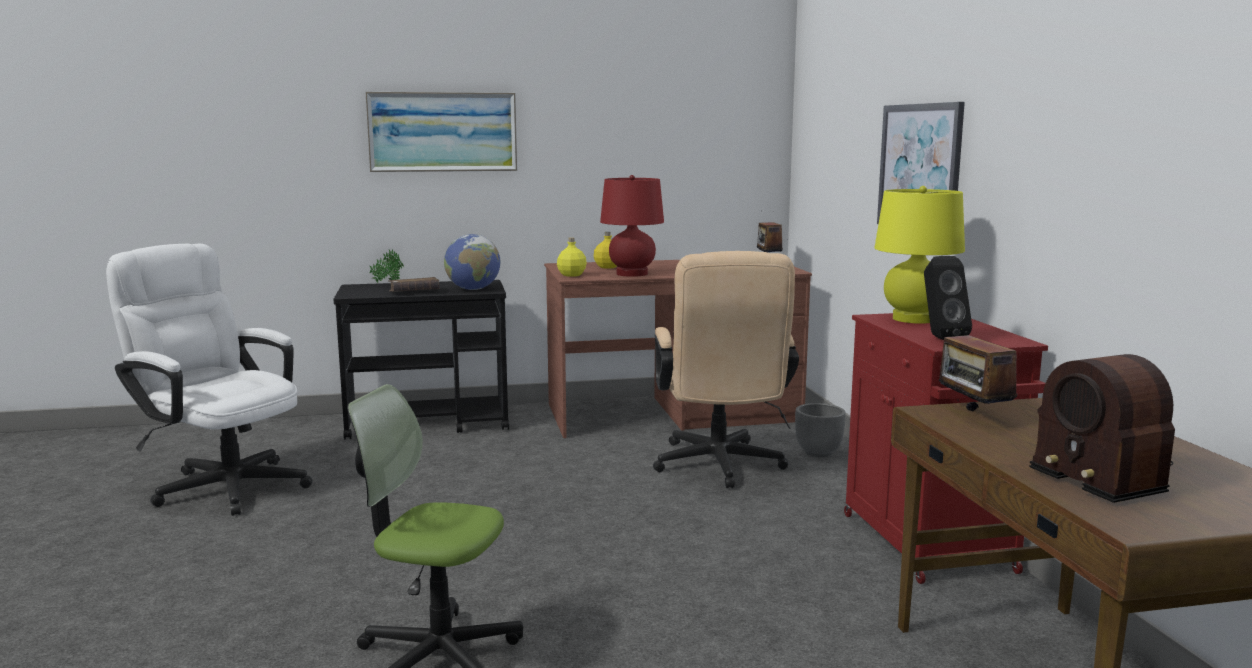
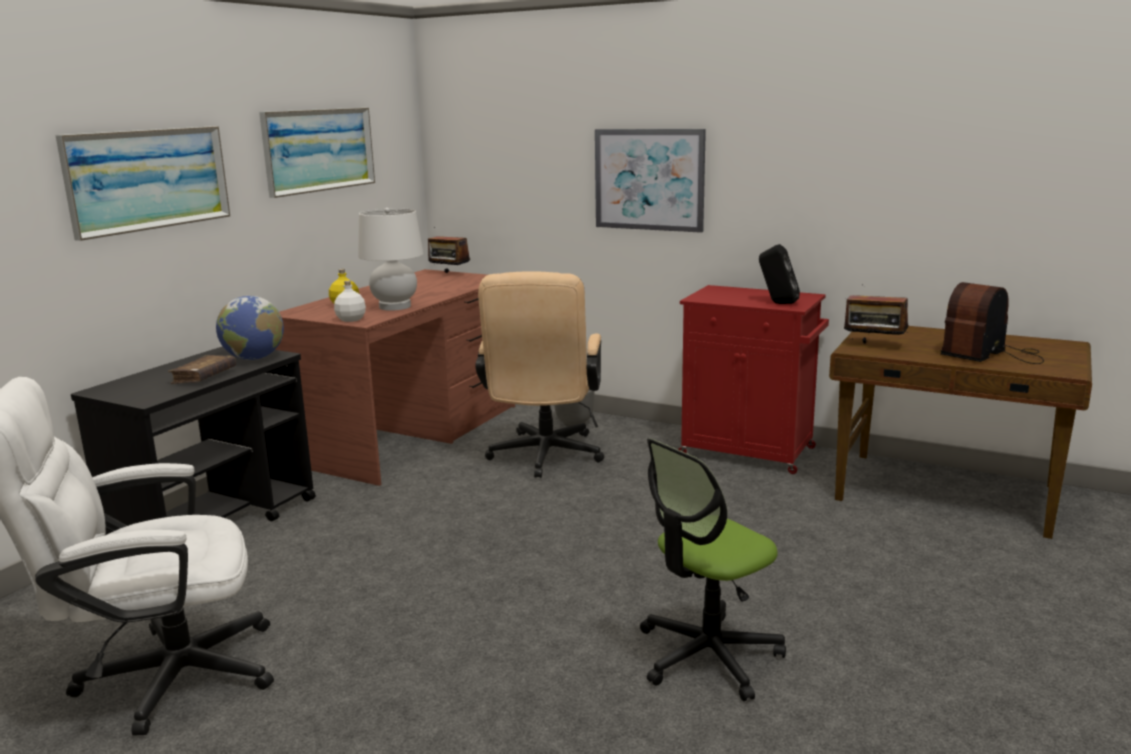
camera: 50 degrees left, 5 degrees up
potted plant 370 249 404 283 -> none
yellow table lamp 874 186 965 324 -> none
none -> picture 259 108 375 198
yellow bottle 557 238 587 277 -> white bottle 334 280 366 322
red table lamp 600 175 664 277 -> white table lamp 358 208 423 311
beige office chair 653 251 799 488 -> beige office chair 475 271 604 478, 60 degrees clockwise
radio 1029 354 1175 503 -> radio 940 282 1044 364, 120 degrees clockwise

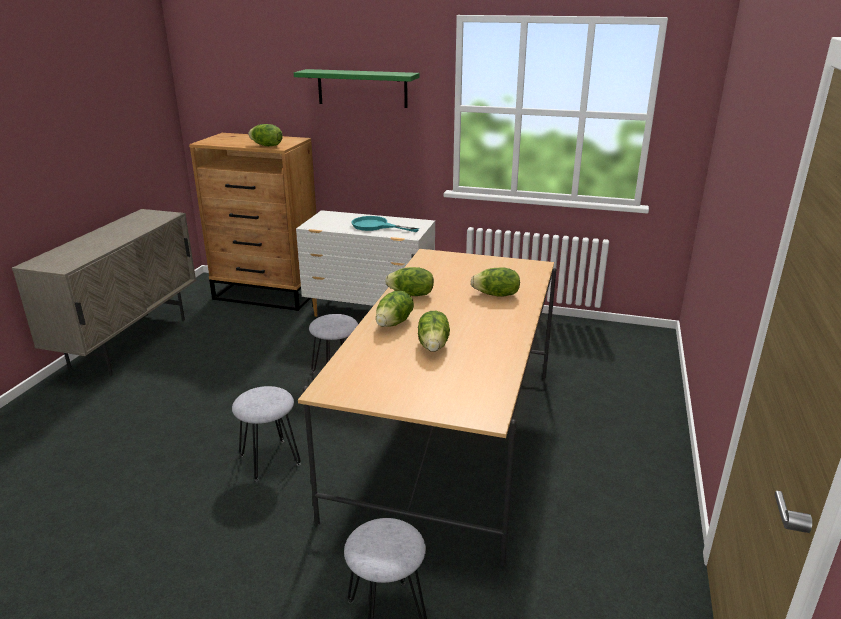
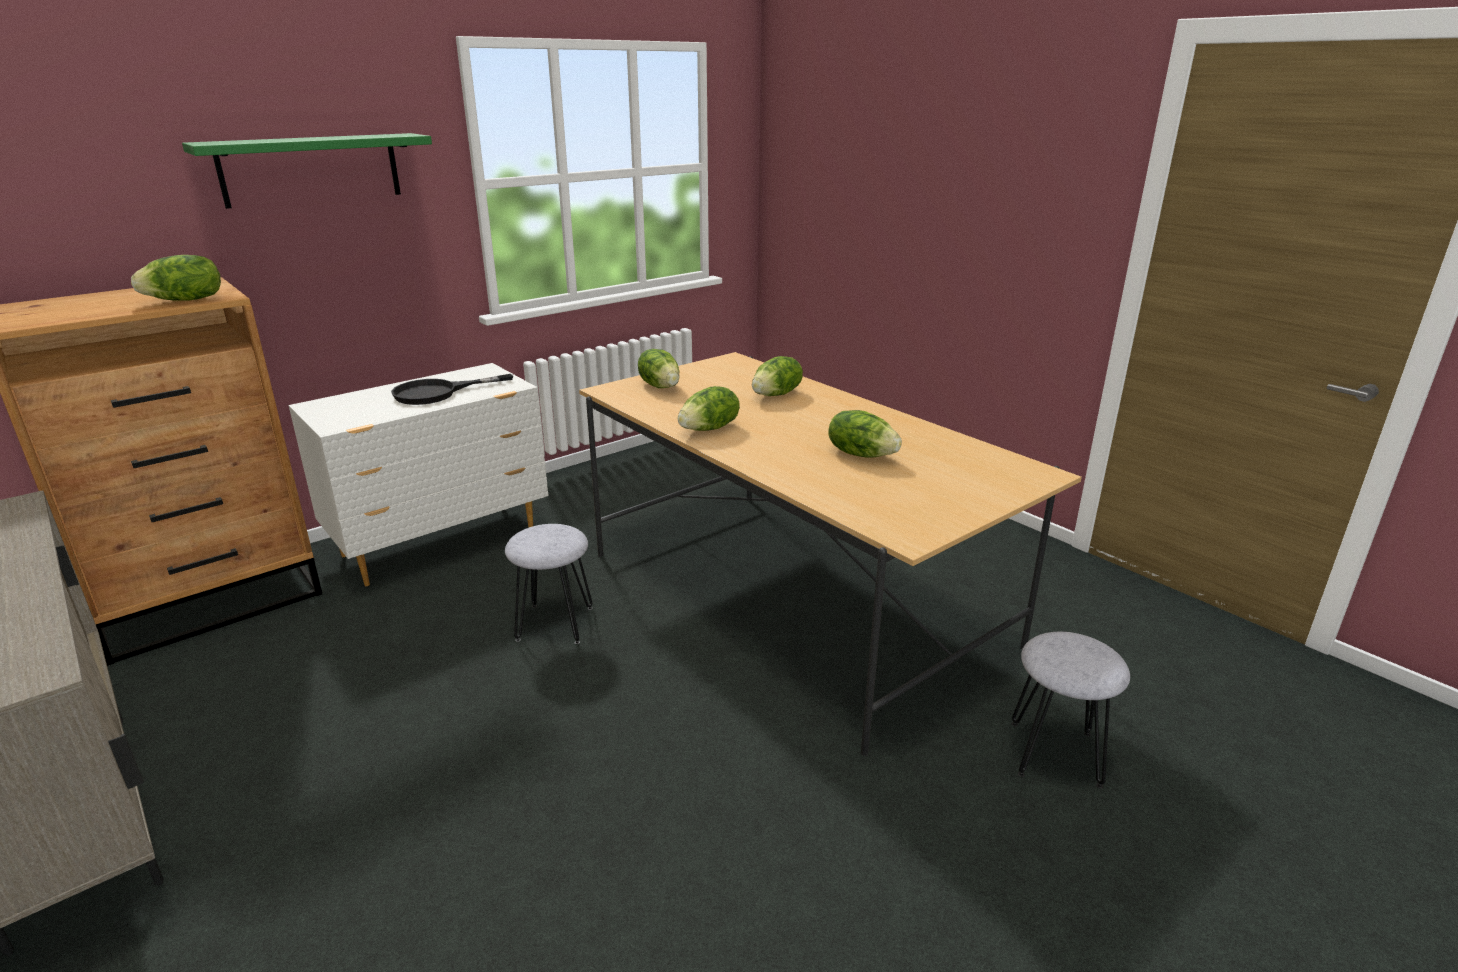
camera: 55 degrees left, 0 degrees up
grey stool 232 386 301 481 -> none
lettuce 376 291 414 327 -> lettuce 638 349 679 388, move
turquoise frying pan 351 216 419 232 -> black frying pan 391 374 513 405

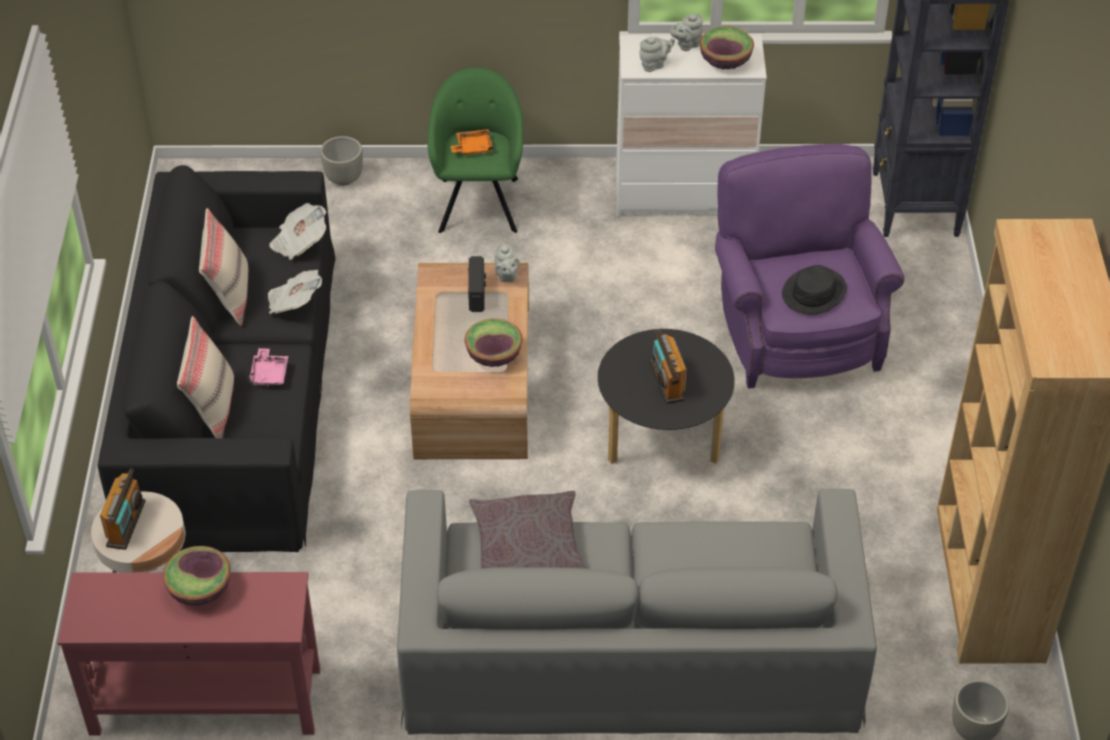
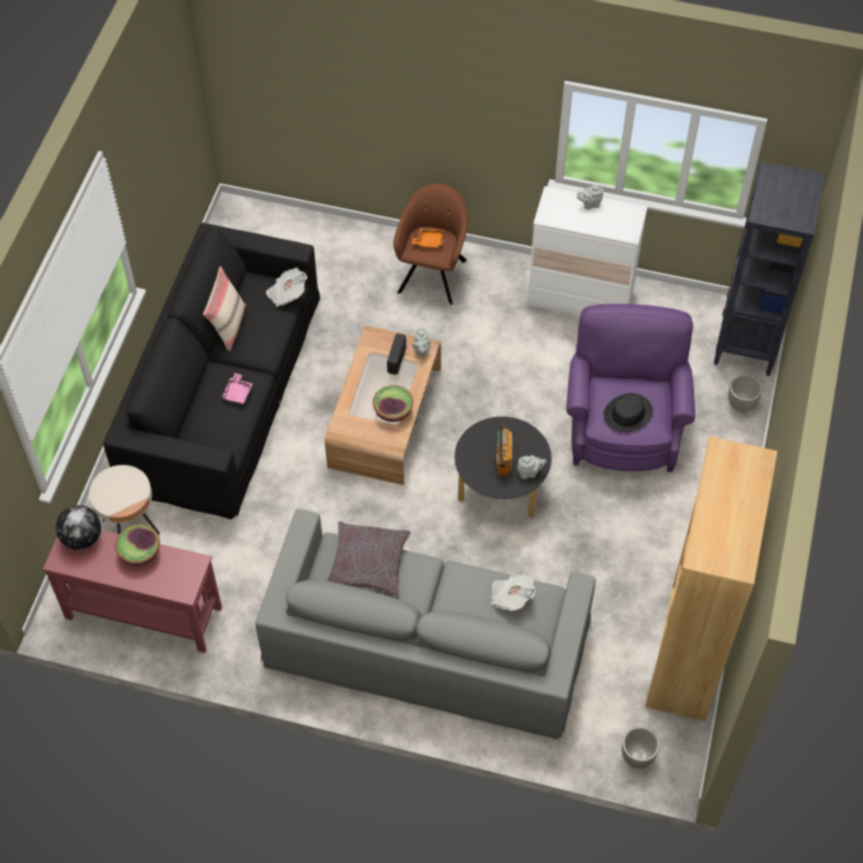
camera: 15 degrees right, 10 degrees up
radio 100 469 145 550 -> none
beige pillow 177 316 234 438 -> none
bowl 700 26 754 70 -> none
none -> globe 56 505 101 550
newspaper 268 270 322 314 -> newspaper 491 574 536 611, move
grey planter 320 136 363 186 -> grey planter 728 374 762 412, move
grey teapot 640 37 675 72 -> grey teapot 517 455 547 479, move
green armchair 428 68 523 233 -> brown armchair 393 184 469 305

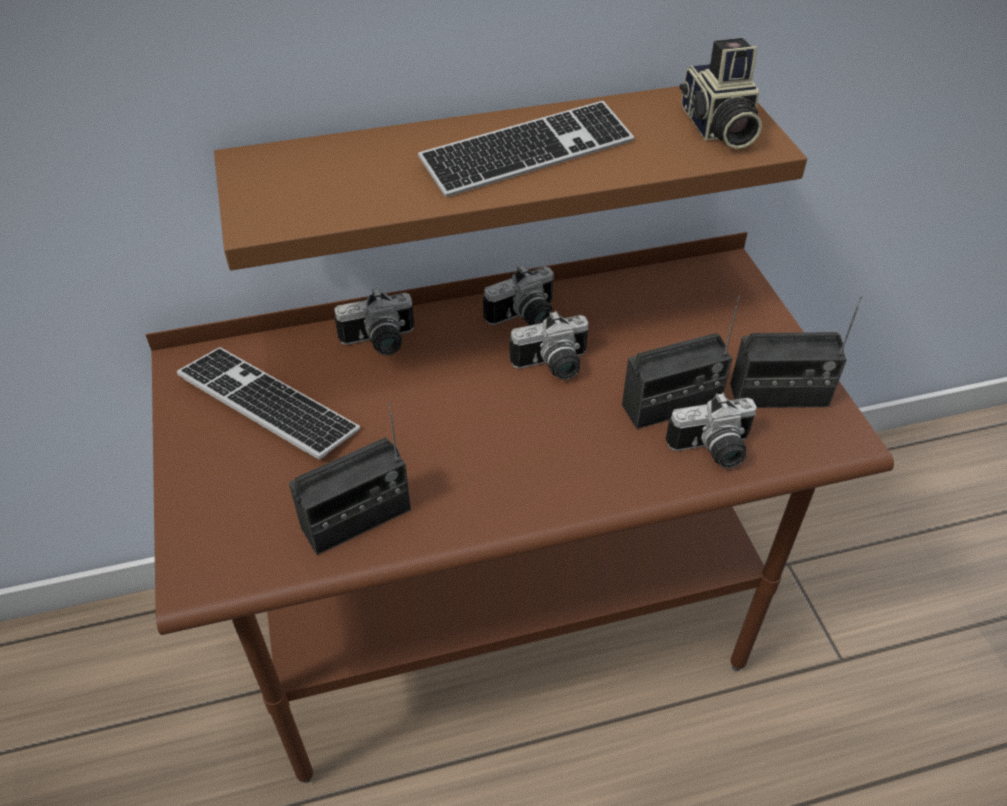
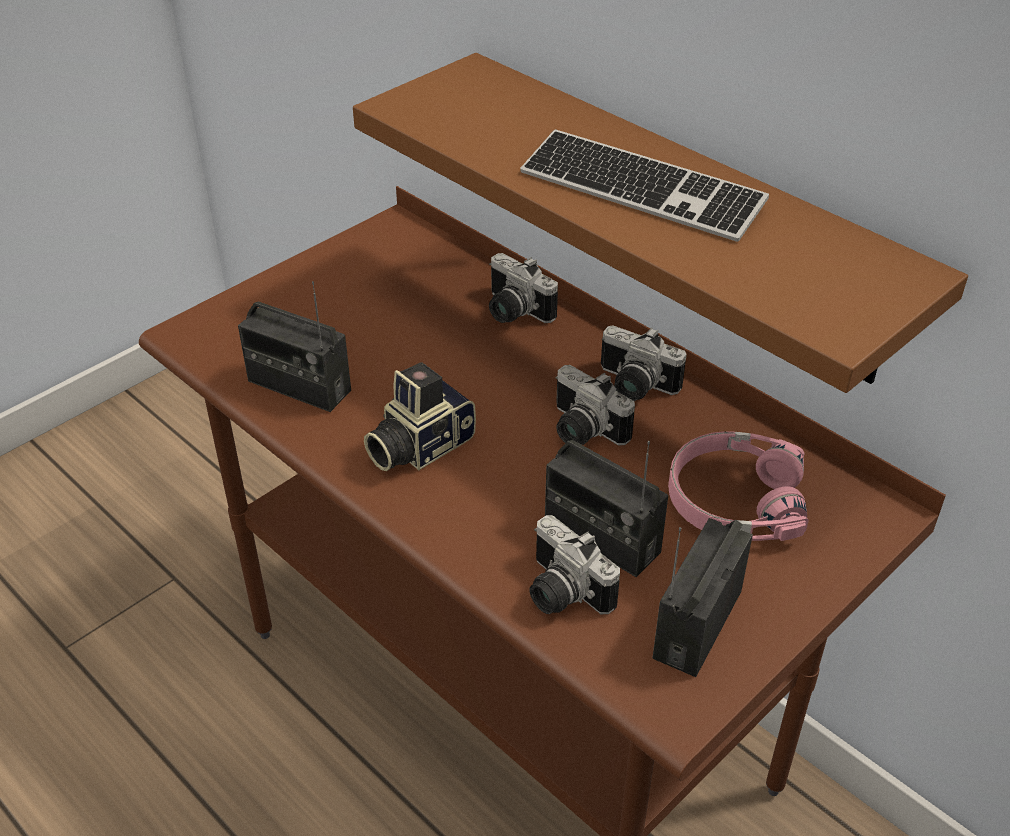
camera: 60 degrees right, 5 degrees down
keyboard 177 347 360 460 -> none
none -> pink headphones 668 431 809 541
photo camera 679 38 762 149 -> photo camera 364 362 476 471, move
radio 730 296 862 408 -> radio 652 518 753 677, 60 degrees clockwise

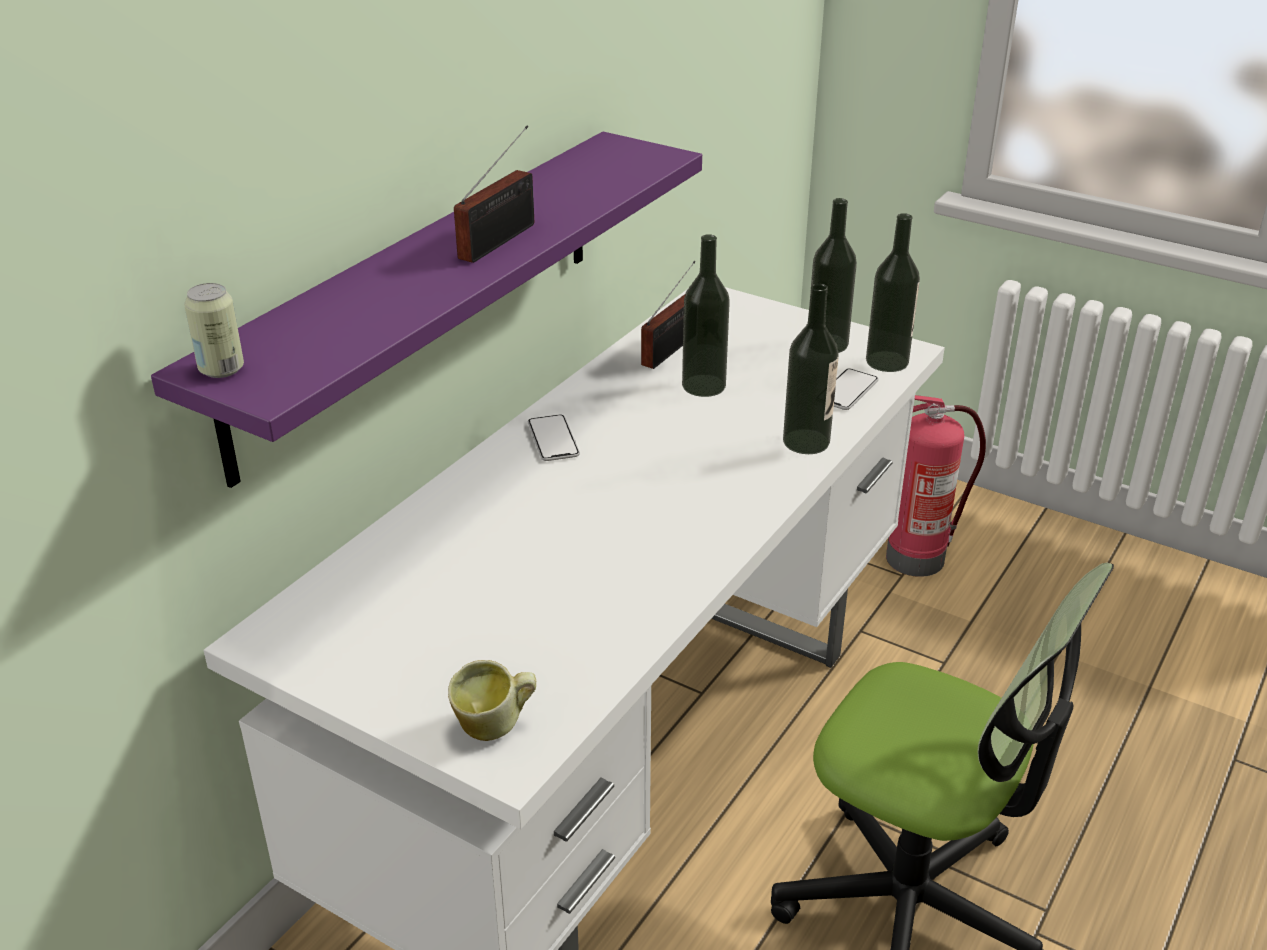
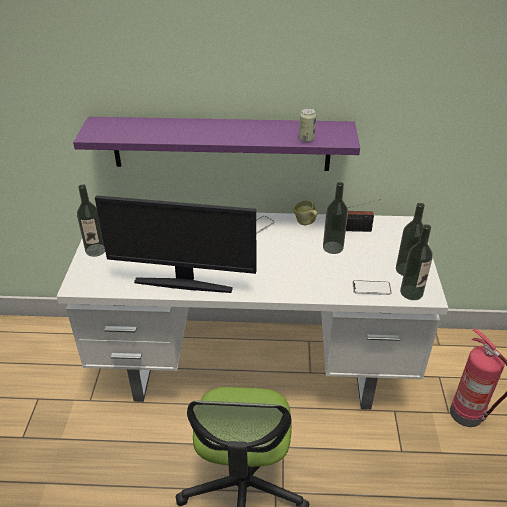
camera: 60 degrees right, 5 degrees up
radio 454 126 534 263 -> none
none -> monitor 95 195 256 293
can 184 283 244 378 -> can 299 108 316 142, move
mug 448 660 536 741 -> mug 294 200 318 225, move
bottle 783 283 839 454 -> bottle 77 184 105 257, move

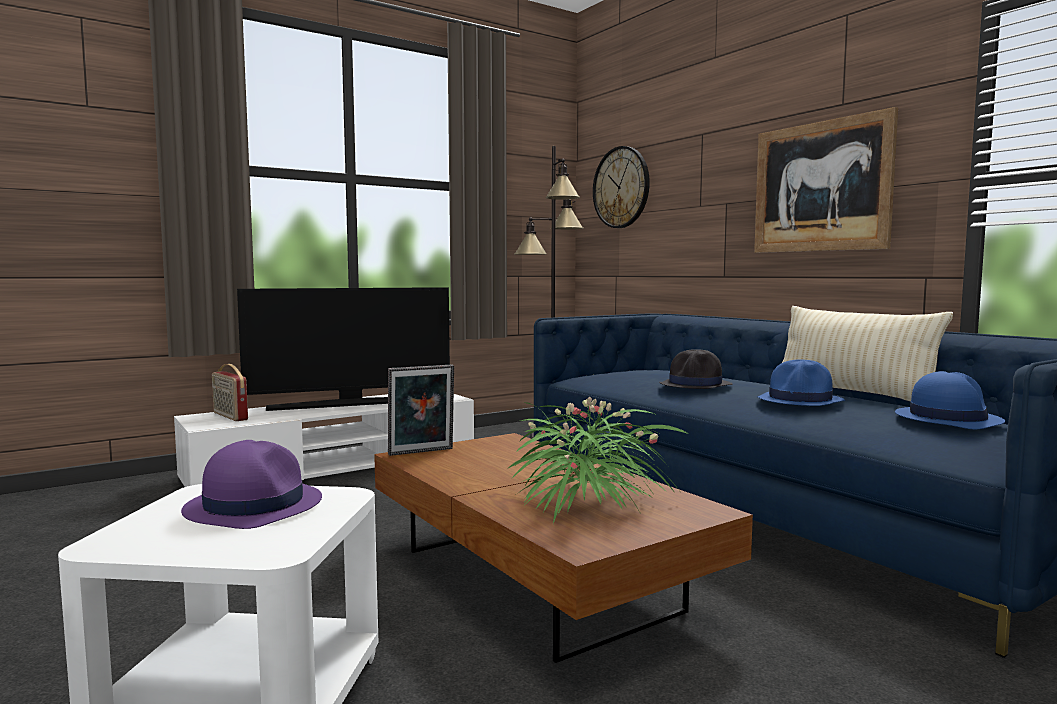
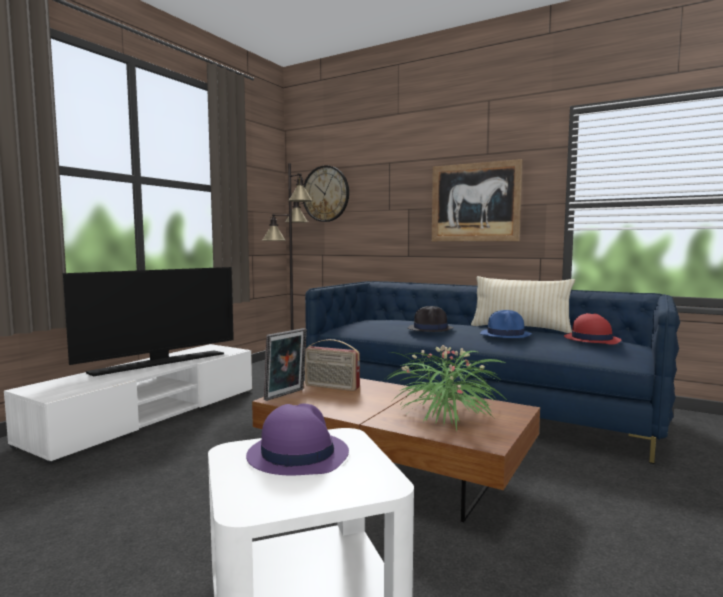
camera: 25 degrees left, 0 degrees up
radio 212 364 248 421 -> radio 305 339 360 391, move
blue hat 895 371 1005 429 -> red hat 564 313 622 345

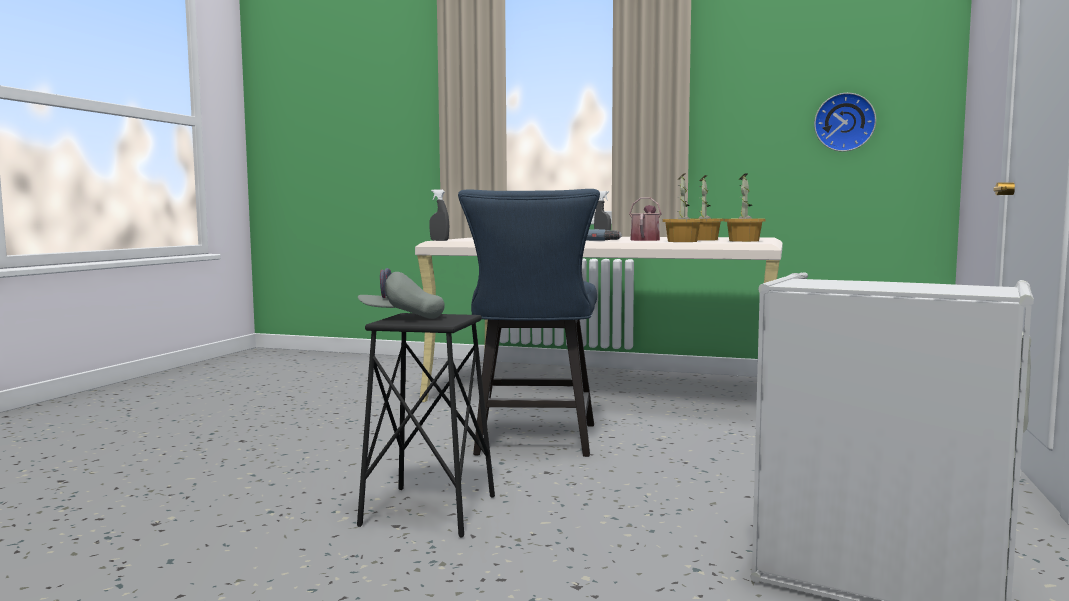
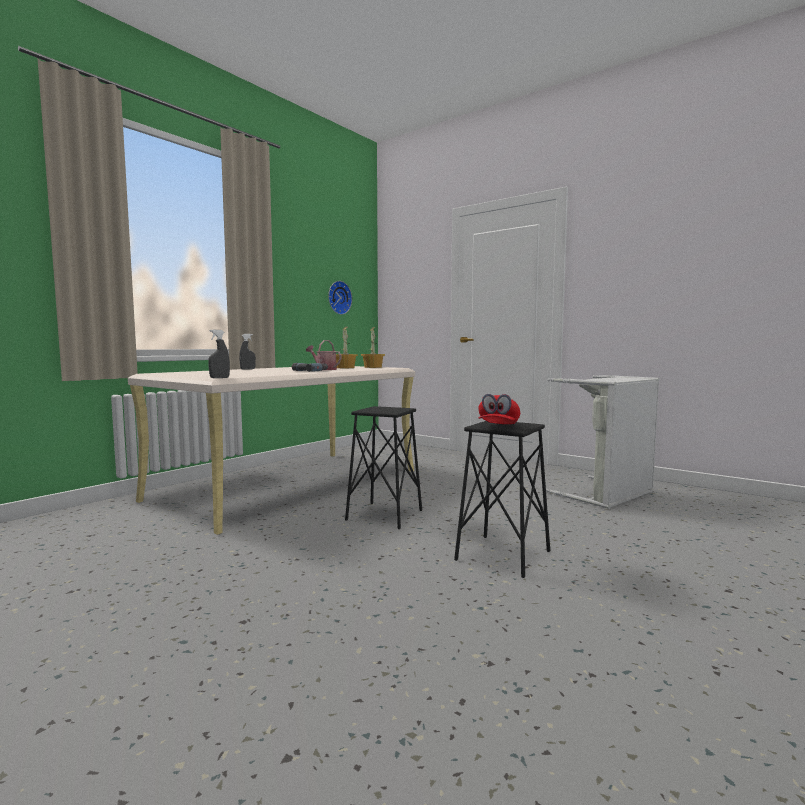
camera: 70 degrees left, 0 degrees up
potted plant 662 173 703 242 -> none
blue chair 458 189 600 457 -> black stool 345 406 422 529
grey cap 358 268 445 319 -> red cap 478 394 520 424

